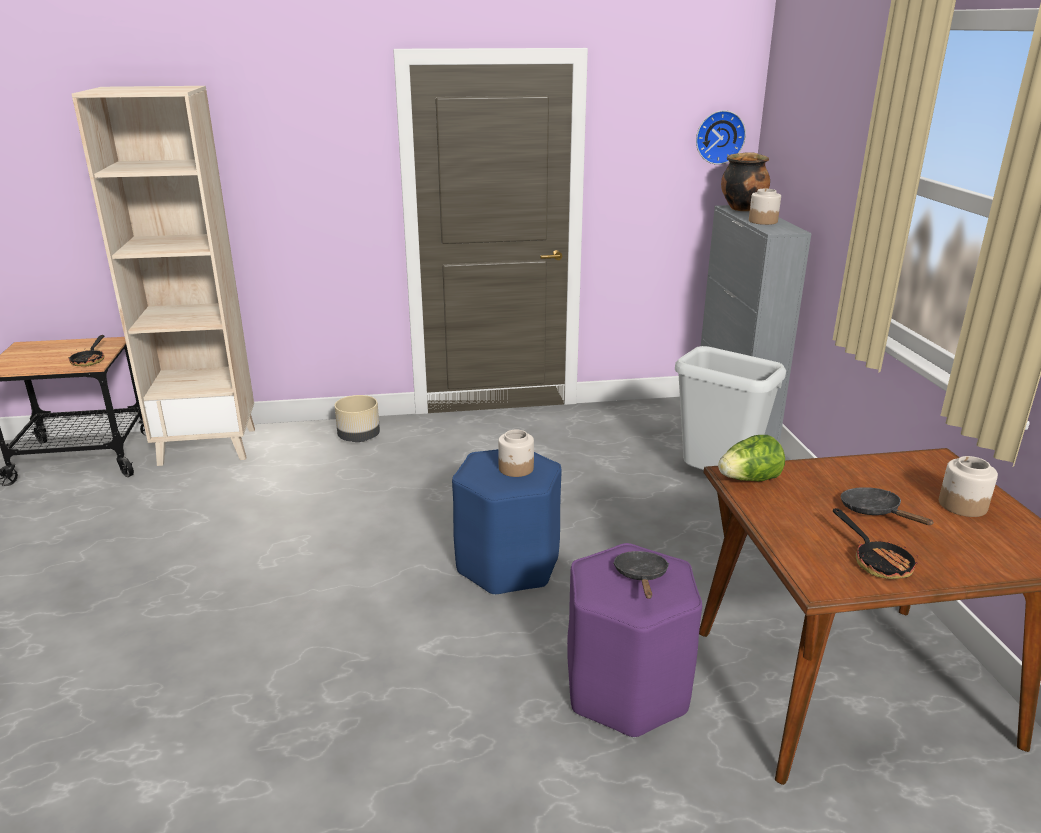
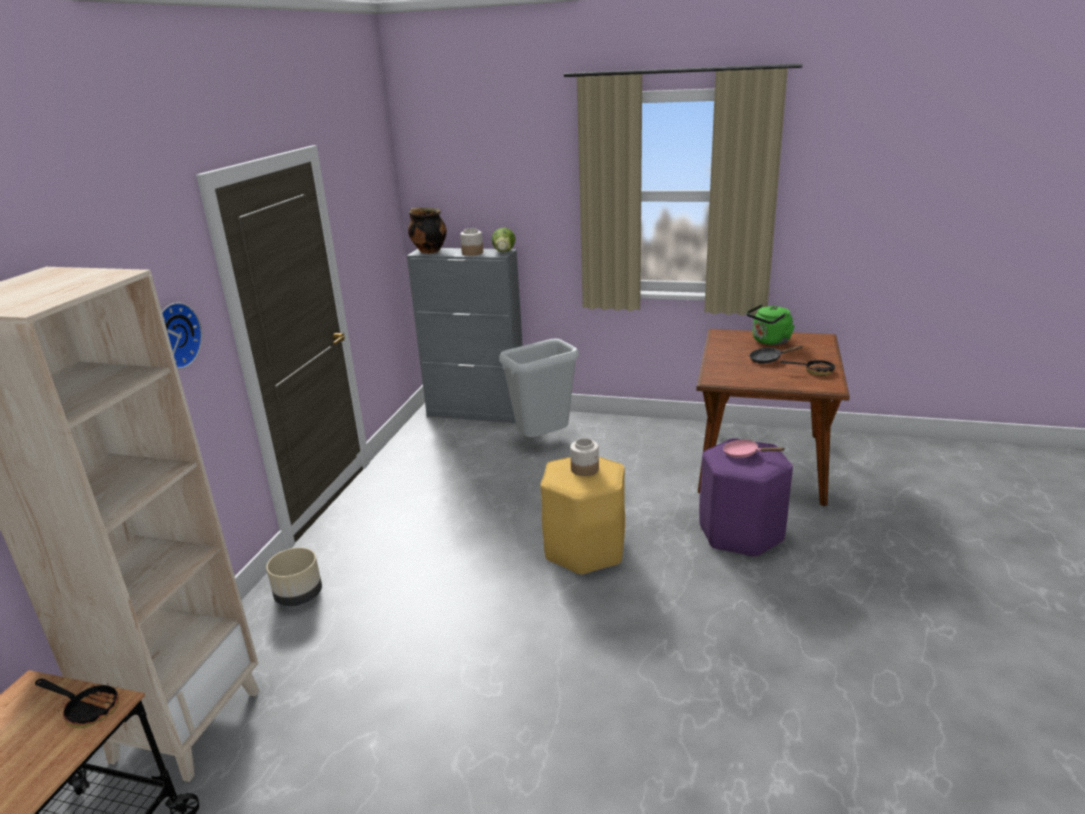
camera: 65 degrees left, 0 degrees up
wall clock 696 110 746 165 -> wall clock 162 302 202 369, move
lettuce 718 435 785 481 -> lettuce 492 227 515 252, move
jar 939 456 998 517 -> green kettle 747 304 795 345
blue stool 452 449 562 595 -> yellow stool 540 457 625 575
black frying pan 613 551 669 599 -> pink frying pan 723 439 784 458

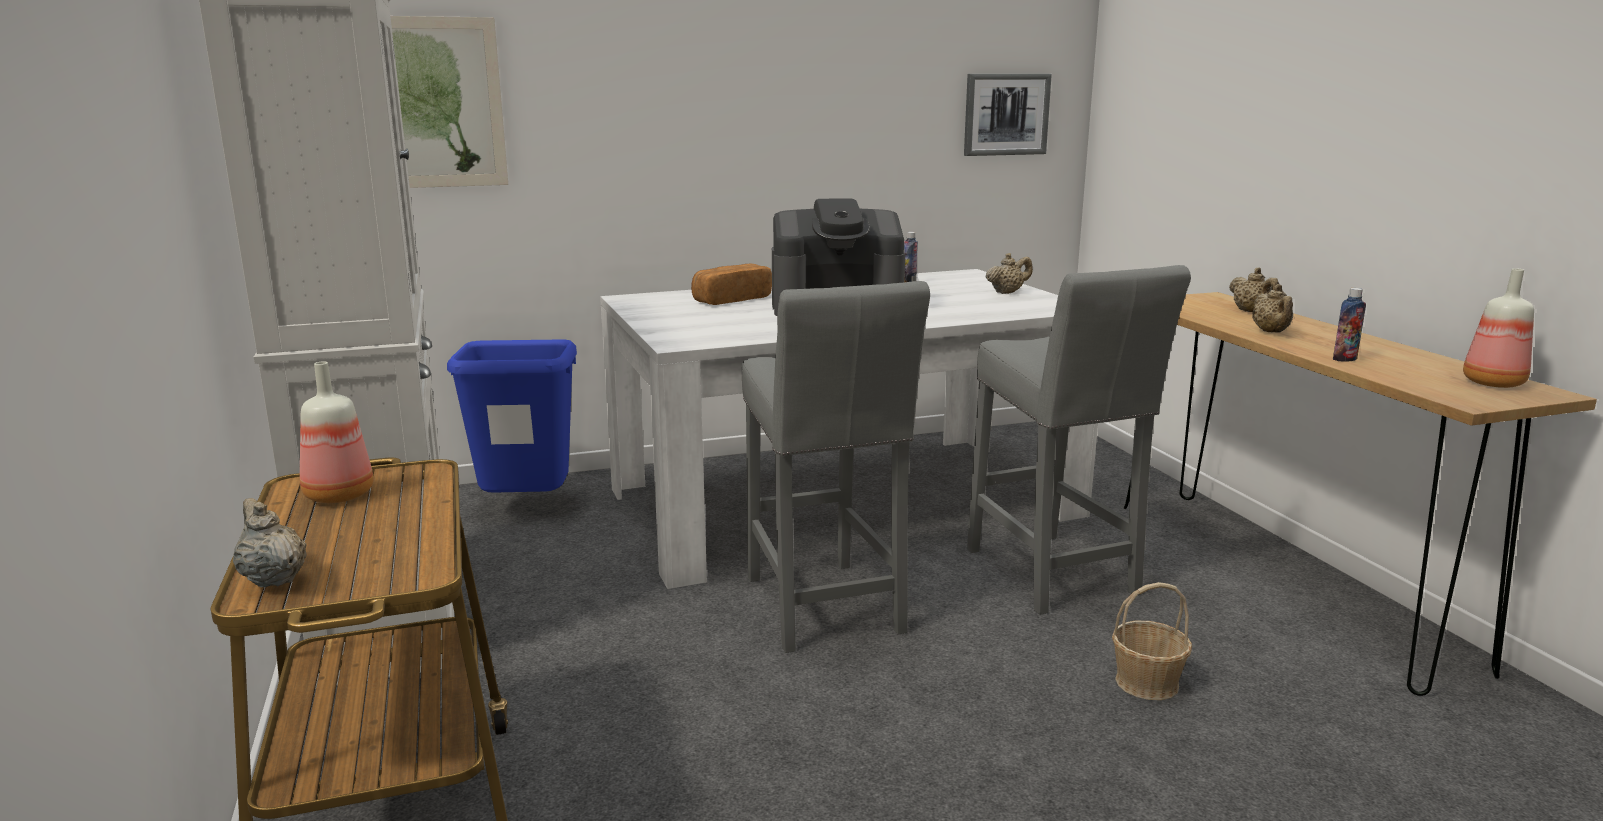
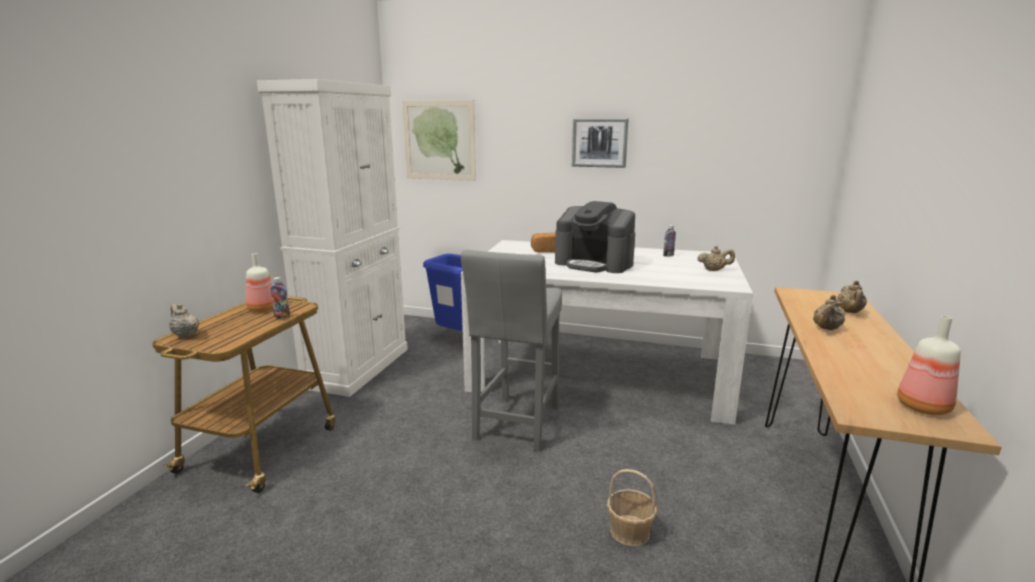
camera: 35 degrees right, 0 degrees up
grey stool 967 265 1191 615 -> none
picture 964 74 1052 156 -> picture 572 118 629 168, move
bottle 1333 288 1366 362 -> bottle 271 277 290 318, move
beige teapot 233 498 307 587 -> beige teapot 169 304 199 337, 45 degrees counterclockwise

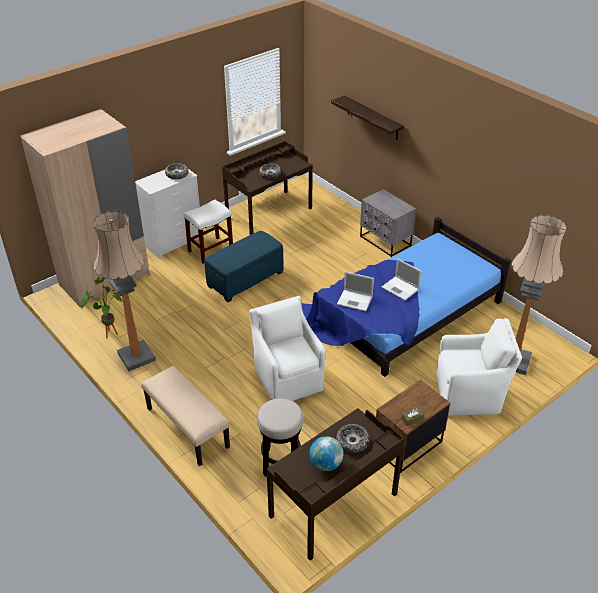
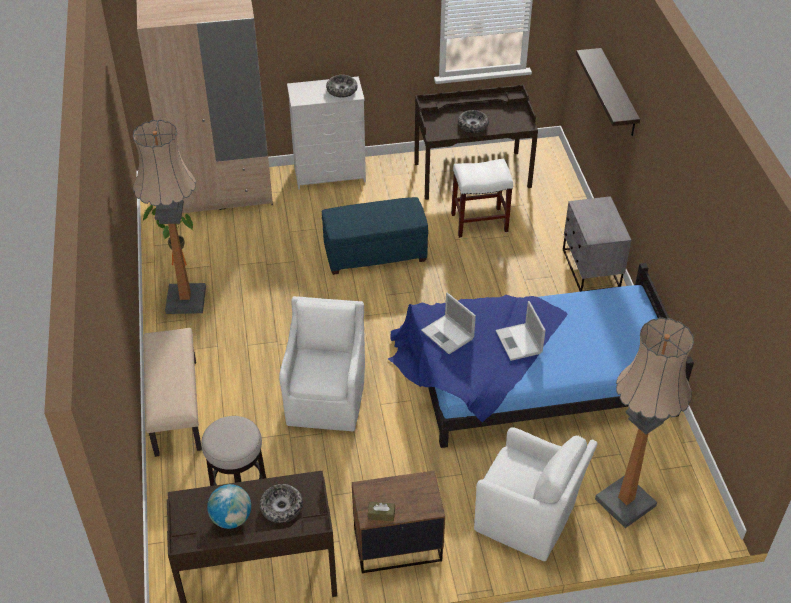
camera: 30 degrees right, 5 degrees up
white stool 184 199 233 264 -> white stool 451 158 513 238, move

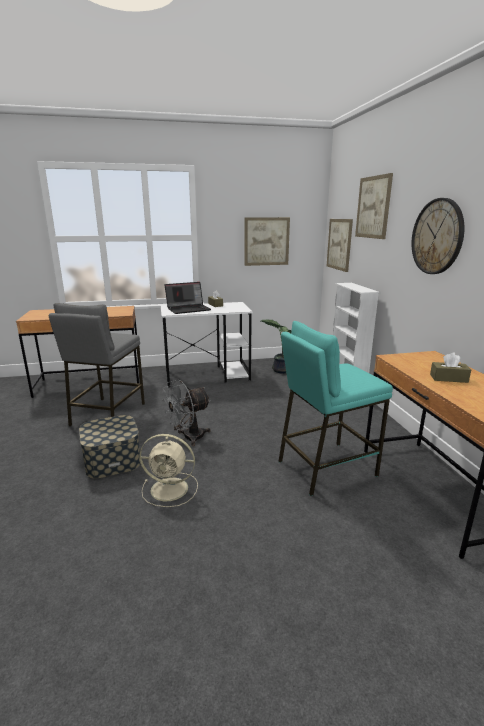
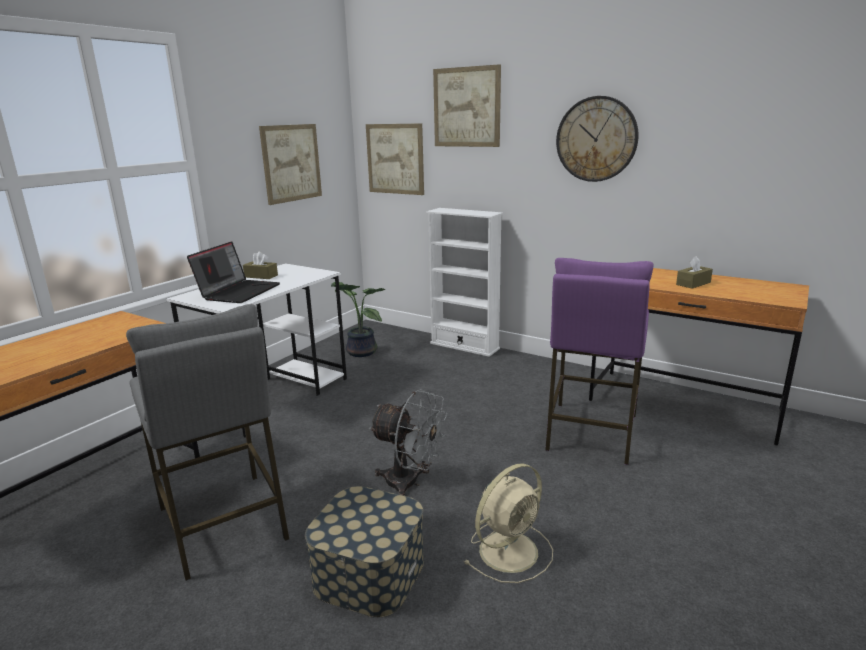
camera: 45 degrees left, 0 degrees up
turquoise stool 279 321 393 496 -> purple stool 545 258 653 465
grey fan 162 380 210 446 -> grey fan 369 389 448 496, 75 degrees counterclockwise

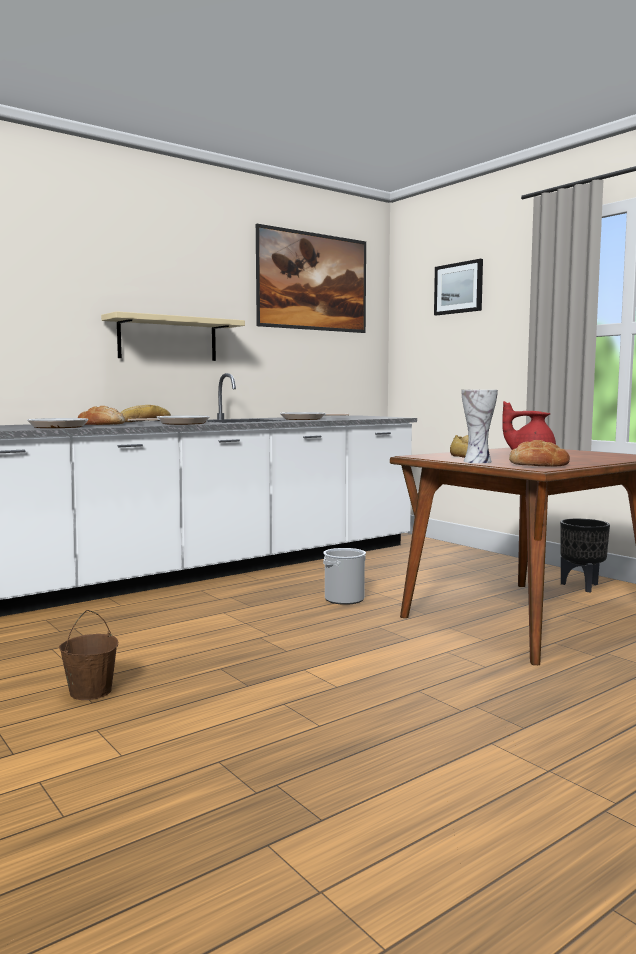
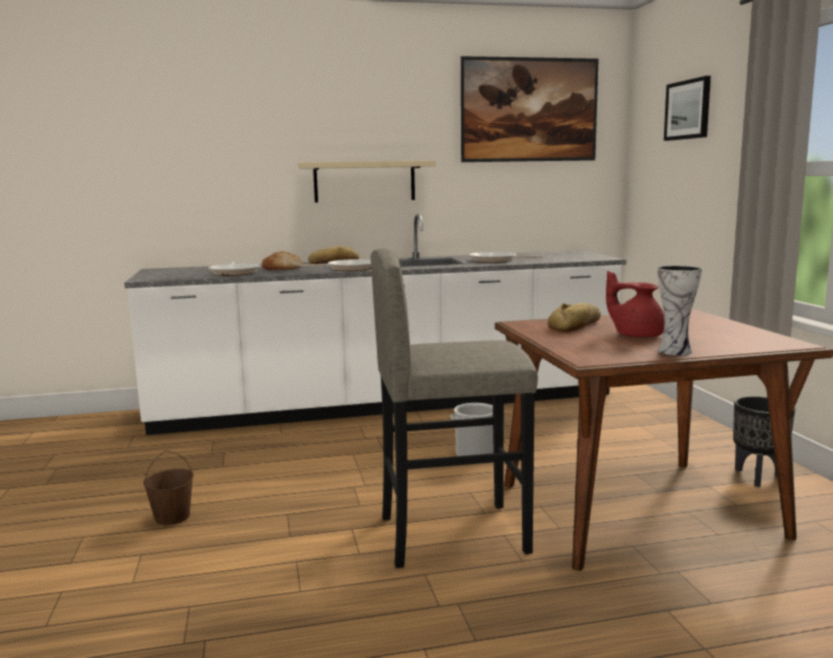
camera: 25 degrees right, 5 degrees up
bread 509 440 570 467 -> none
none -> grey stool 370 248 538 568
vase 462 390 498 463 -> vase 657 265 702 355, move

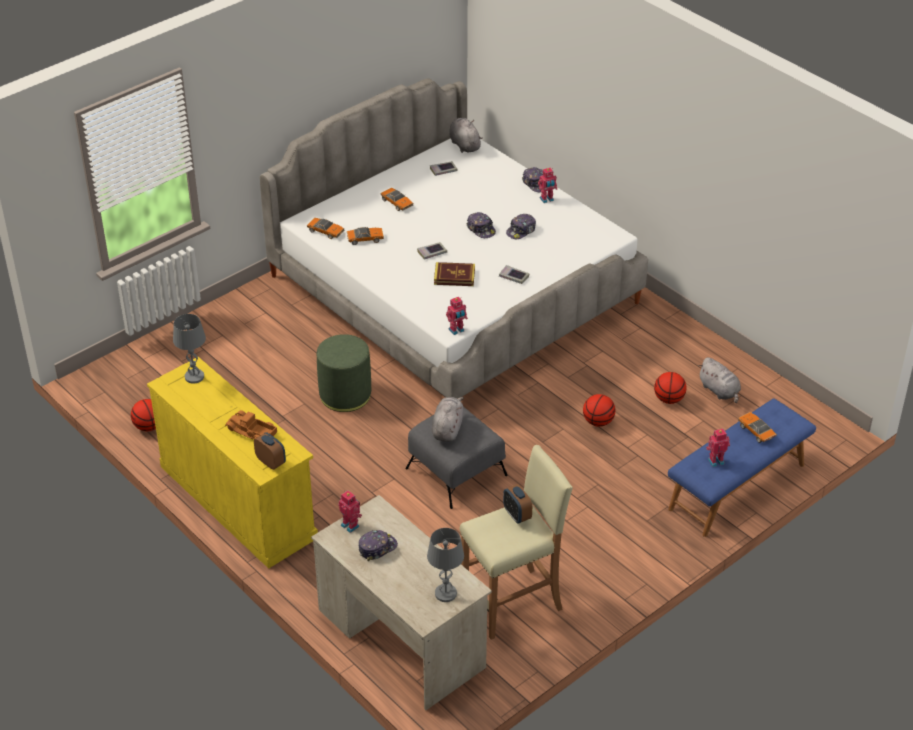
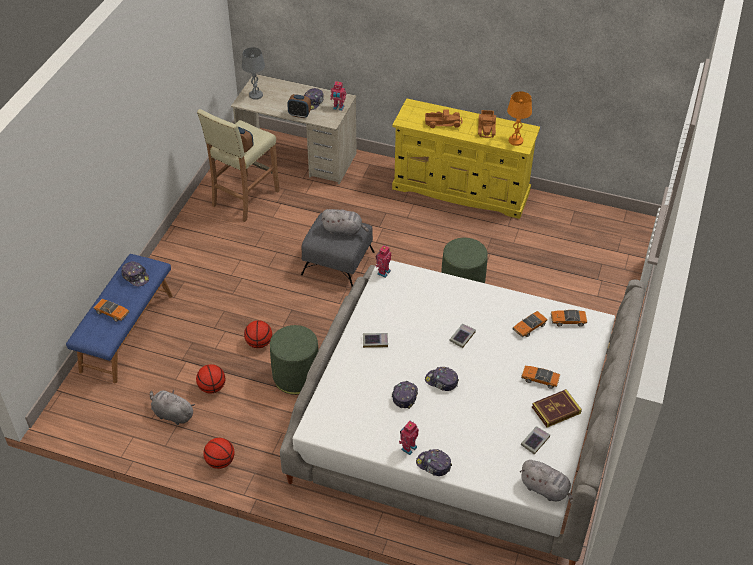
camera: 150 degrees right, 5 degrees up
none -> green ottoman 270 325 319 395
none -> toy truck 478 110 496 138
basketball 131 399 156 431 -> basketball 203 438 235 469, move
alarm clock 254 432 286 470 -> alarm clock 287 94 311 118, move
book 434 262 475 286 -> book 532 389 582 428, move
toy robot 706 429 730 467 -> cap 121 261 149 286
grey table lamp 173 314 206 383 -> orange table lamp 507 91 532 146
grey plush toy 432 397 464 442 -> grey plush toy 321 209 369 236, 60 degrees counterclockwise

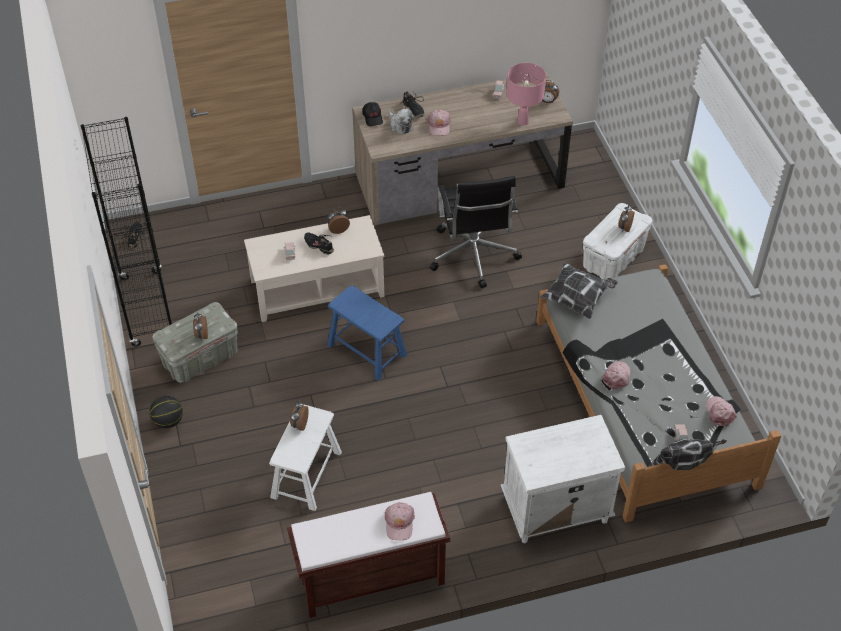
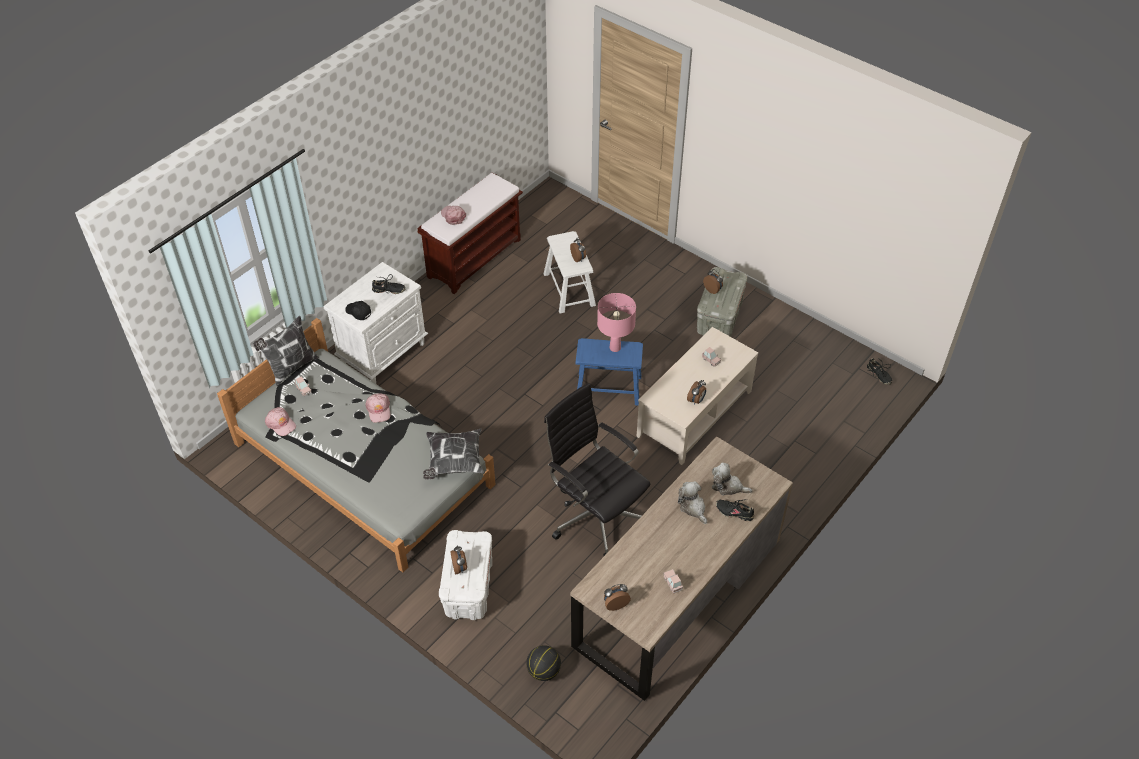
camera: 145 degrees right, 0 degrees up
black bookcase 81 117 172 347 -> none
basketball 149 395 183 428 -> basketball 526 645 561 681, move
black shoe 304 232 334 255 -> black shoe 372 274 406 294, move
black cap 362 102 383 127 -> black cap 345 301 371 320, move
pink table lamp 507 63 546 125 -> pink table lamp 597 293 636 352, move
pink cap 427 110 451 136 -> plush toy 678 481 707 524

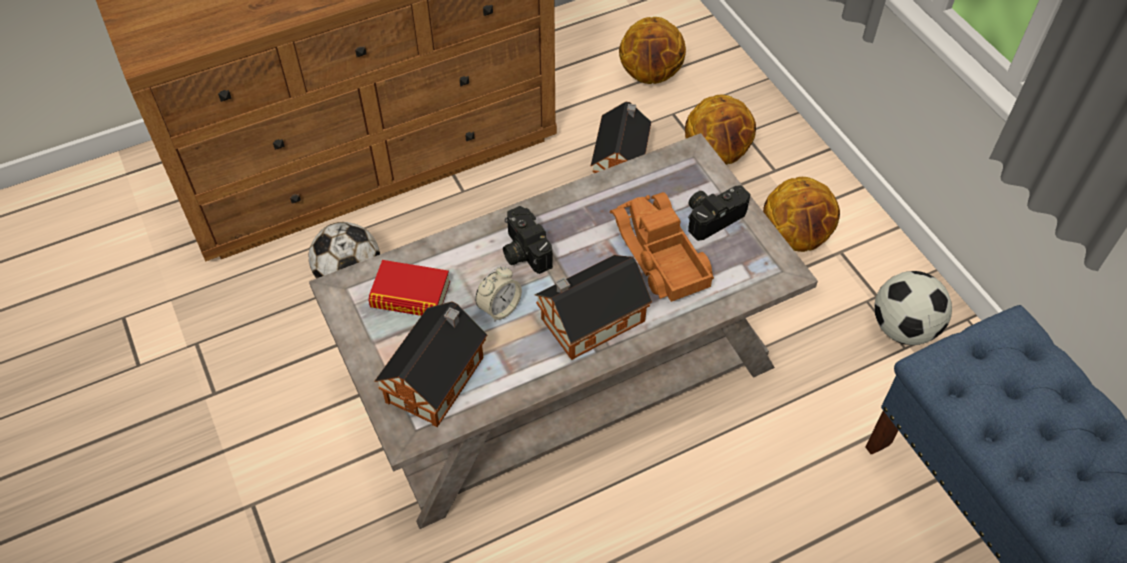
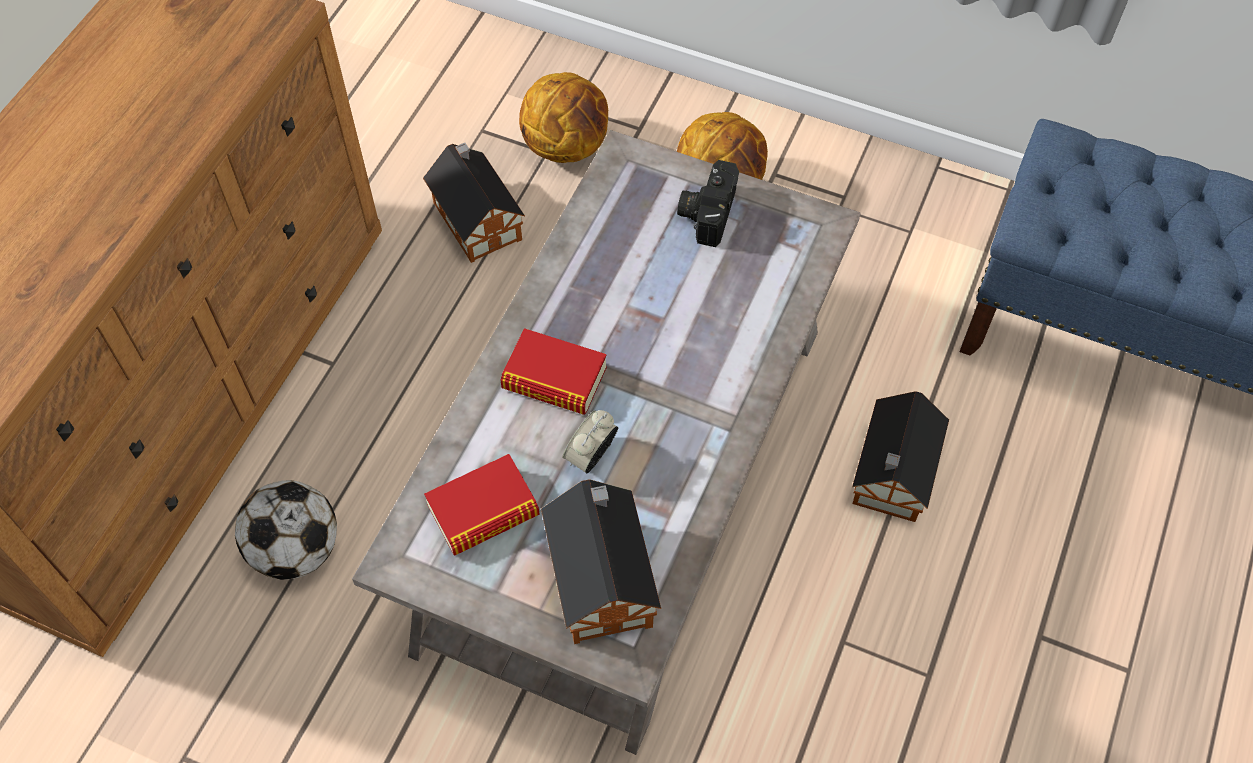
camera: 40 degrees left, 5 degrees up
toy truck 610 192 714 302 -> none
basketball 619 17 686 84 -> none
football 874 271 952 345 -> none
toy house 535 255 652 360 -> toy house 852 391 949 522, move
photo camera 503 206 553 274 -> book 500 328 607 415
alarm clock 475 266 522 322 -> alarm clock 562 410 618 474, 150 degrees counterclockwise

